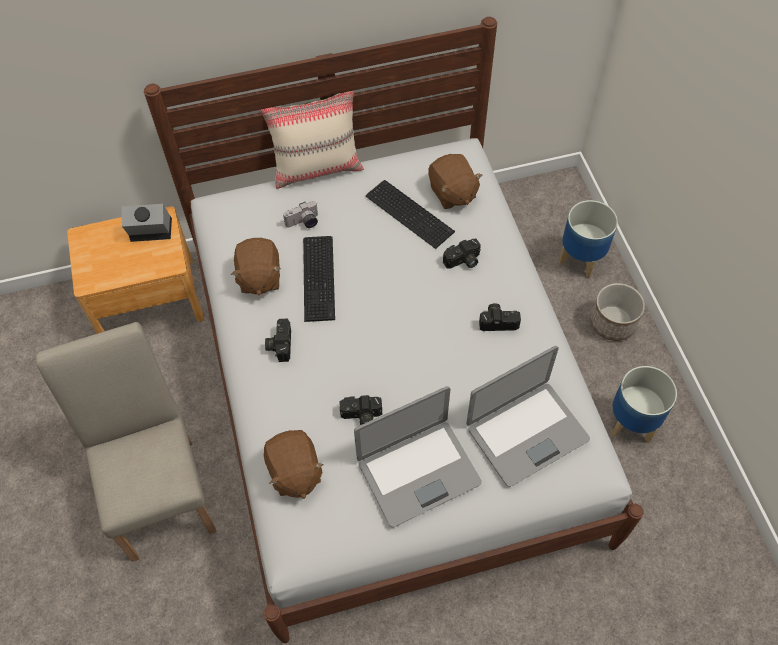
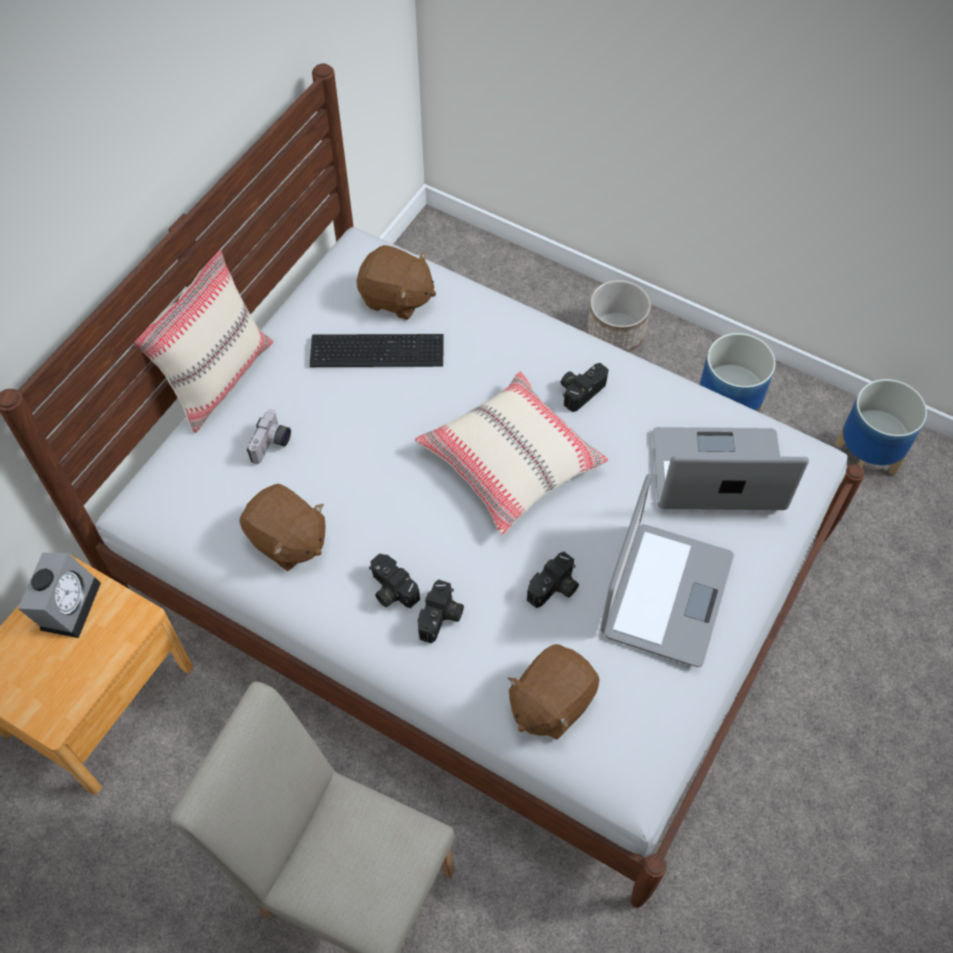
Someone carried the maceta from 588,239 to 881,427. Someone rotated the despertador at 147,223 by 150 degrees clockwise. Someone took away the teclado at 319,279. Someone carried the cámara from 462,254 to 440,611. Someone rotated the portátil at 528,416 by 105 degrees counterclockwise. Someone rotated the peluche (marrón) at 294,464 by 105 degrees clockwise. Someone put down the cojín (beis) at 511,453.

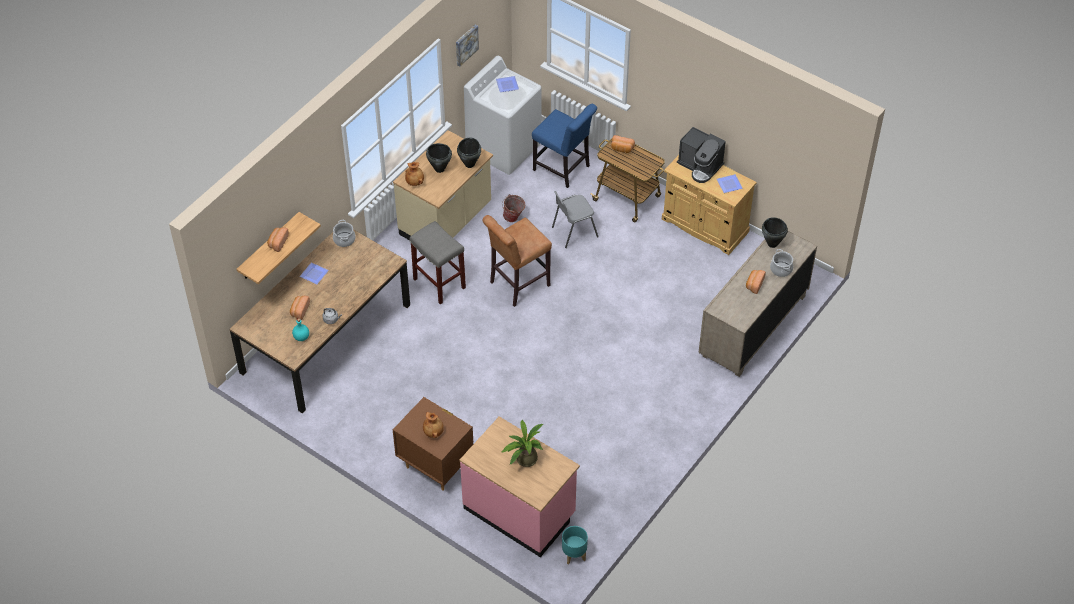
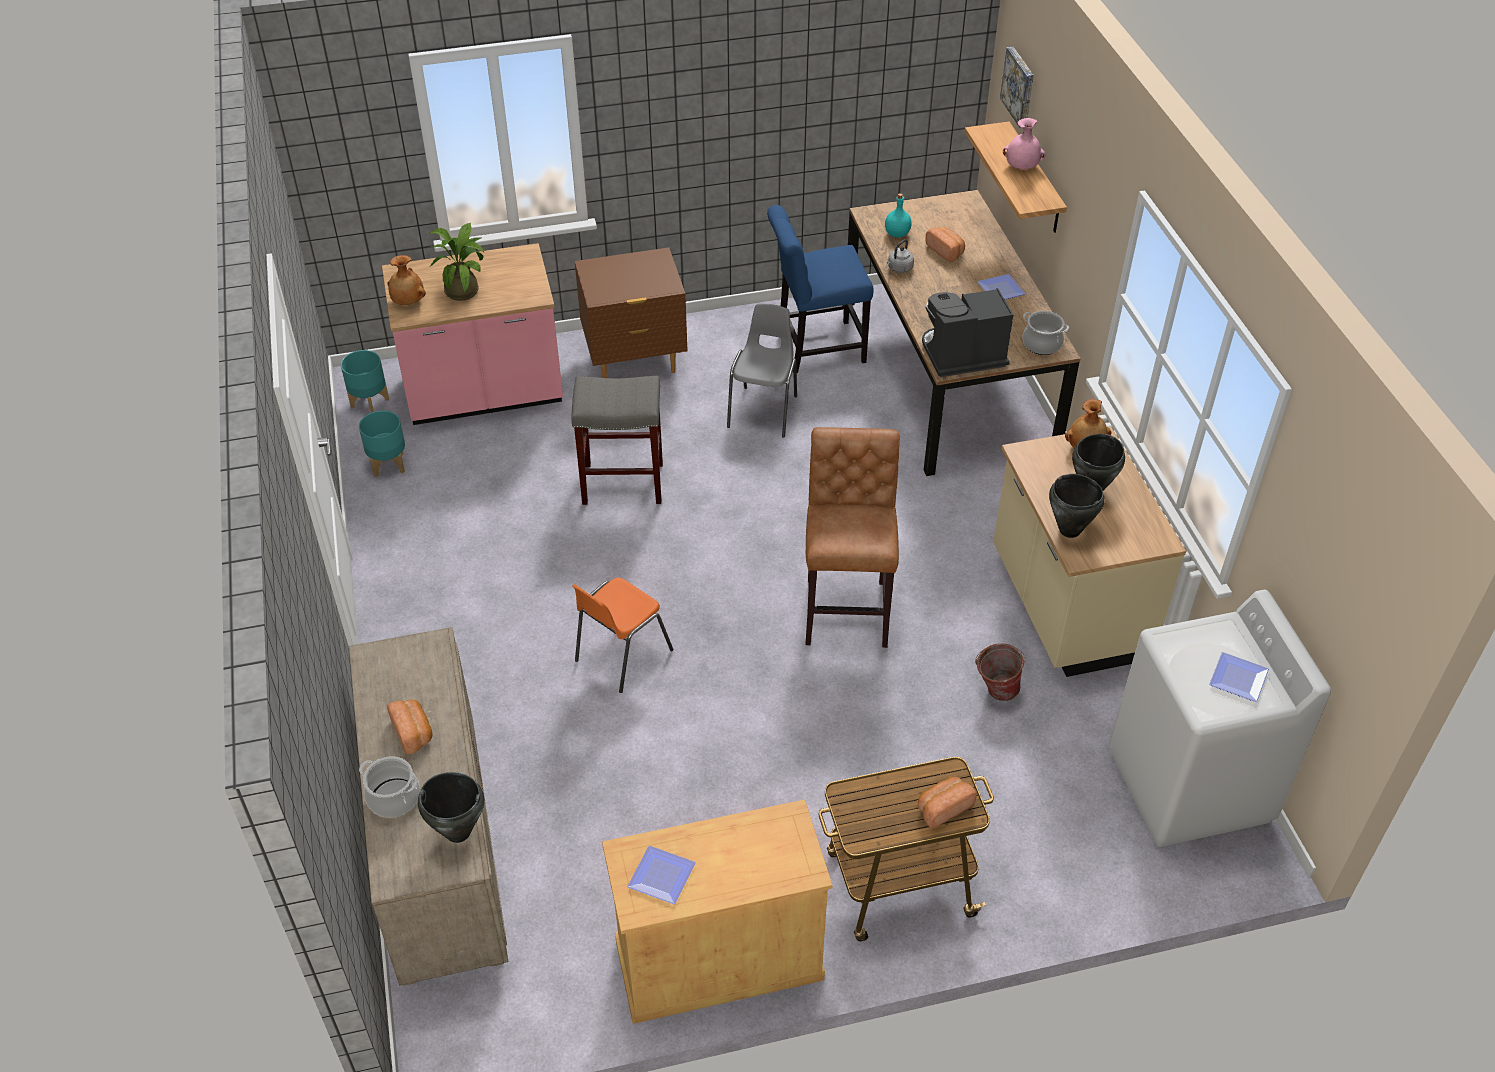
Someone carried the cuadro from 467,45 to 1017,87. Someone carried the silla (azul) from 564,146 to 820,289. Someone carried the cafetera from 701,155 to 967,332. Someone carried the silla (gris) from 575,219 to 762,371. Someone carried the taburete (gris) from 438,262 to 617,440. Someone swapped the pan at 278,239 for the florero (rosa) at 1024,143. Someone carried the florero (marrón) from 433,425 to 406,280. Someone put down the maceta (turquesa) at 382,443. Someone put down the silla (naranja) at 622,635.

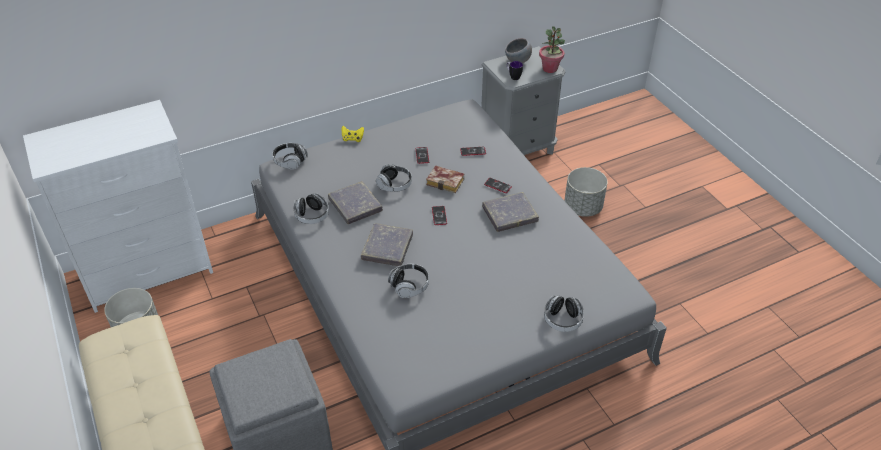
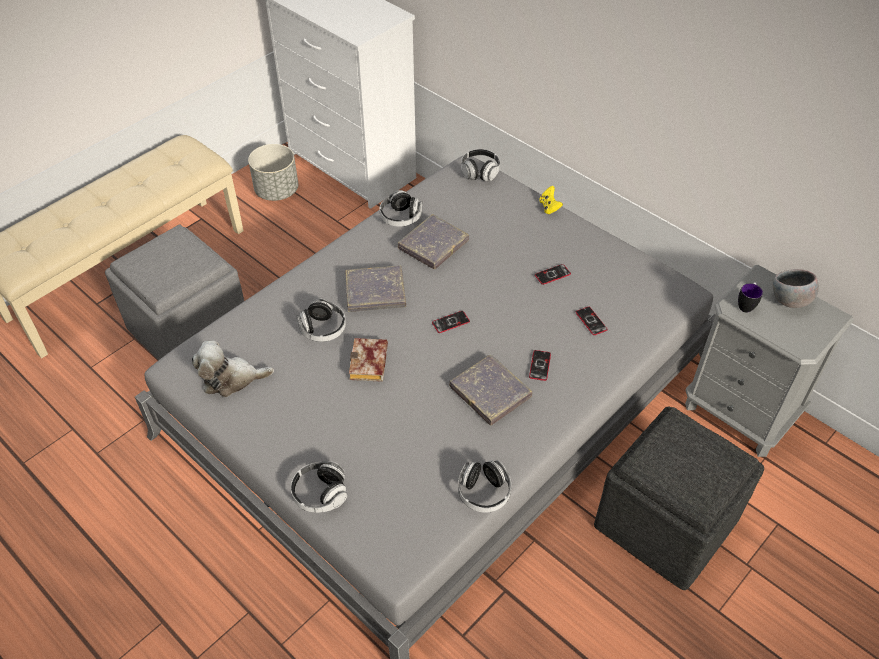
Someone took away the planta en maceta at 552,49. Someone carried the auriculares from 394,178 to 484,486. Someone carried the libro from 445,179 to 368,360. Someone swapped the maceta (gris) at 586,192 for the puf (gris) at 679,498. Someone put down the peluche at 233,368.

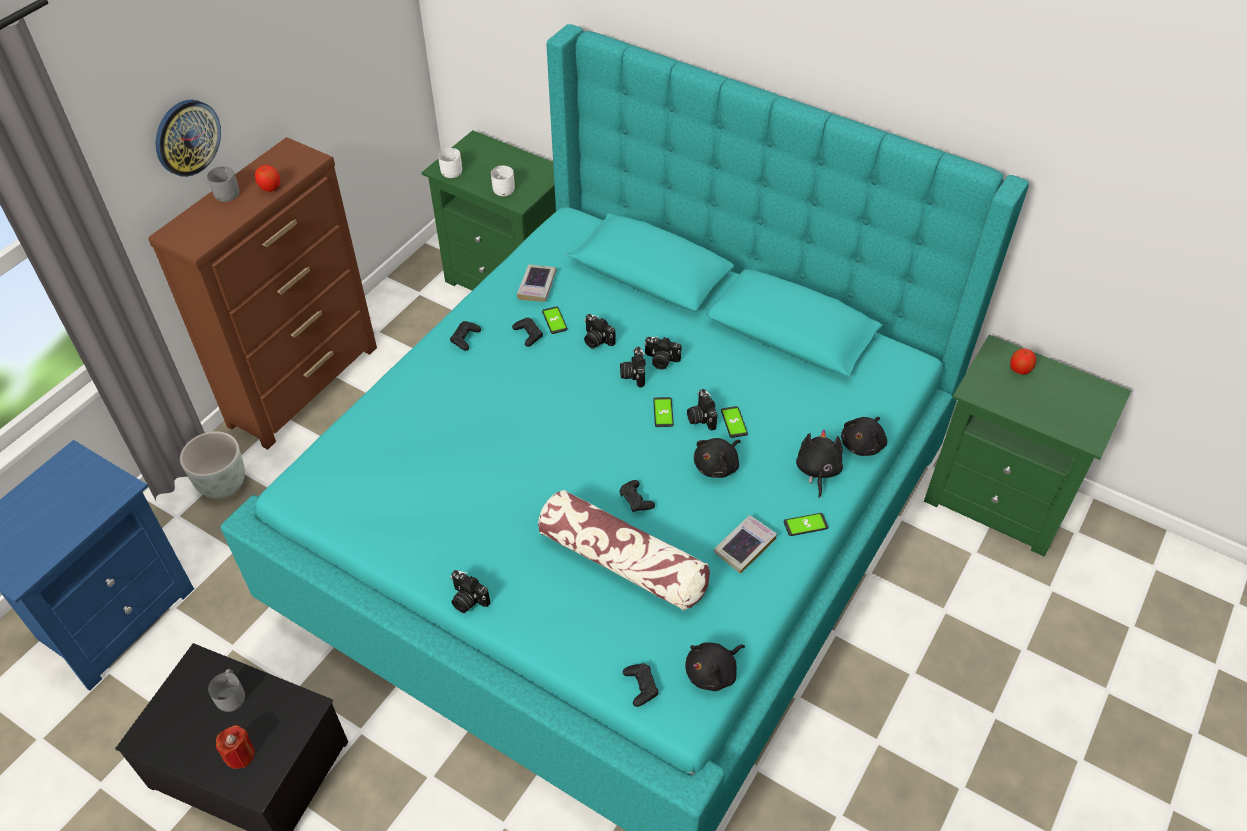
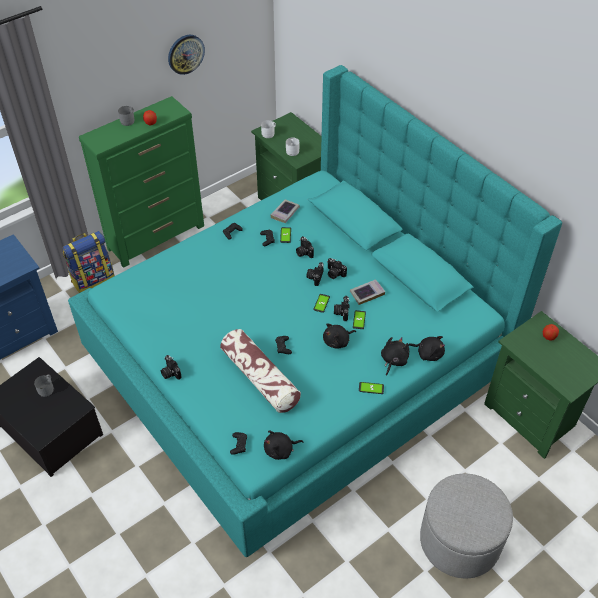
Someone carried the reloj de pared from 188,138 to 186,55. Someone repainted the cómoda (marrón) at 262,293, which became the cómoda (verde) at 141,182. Someone rotated the peluche (negro) at 864,436 by 120 degrees counterclockwise. Someone swapped the maceta (gris) at 212,464 for the mochila at 88,262. Someone carried the libro from 745,544 to 367,292. Someone took away the vela (rojo) at 235,747. Someone put down the puf (gris) at 466,526.

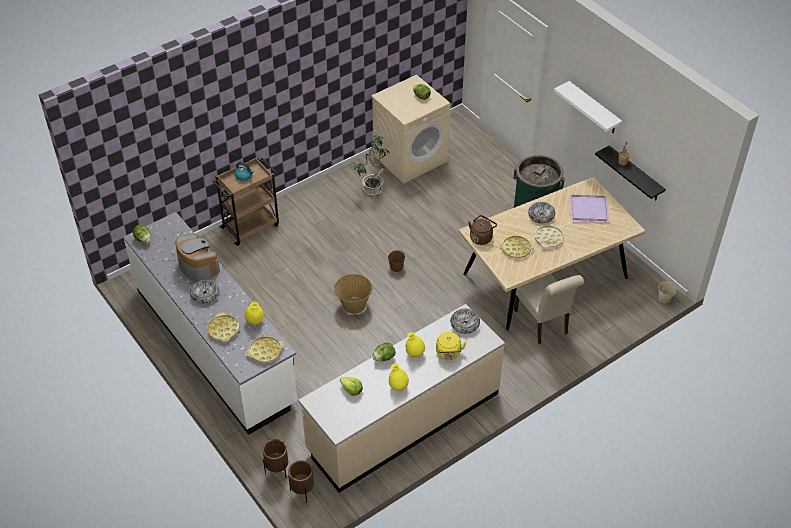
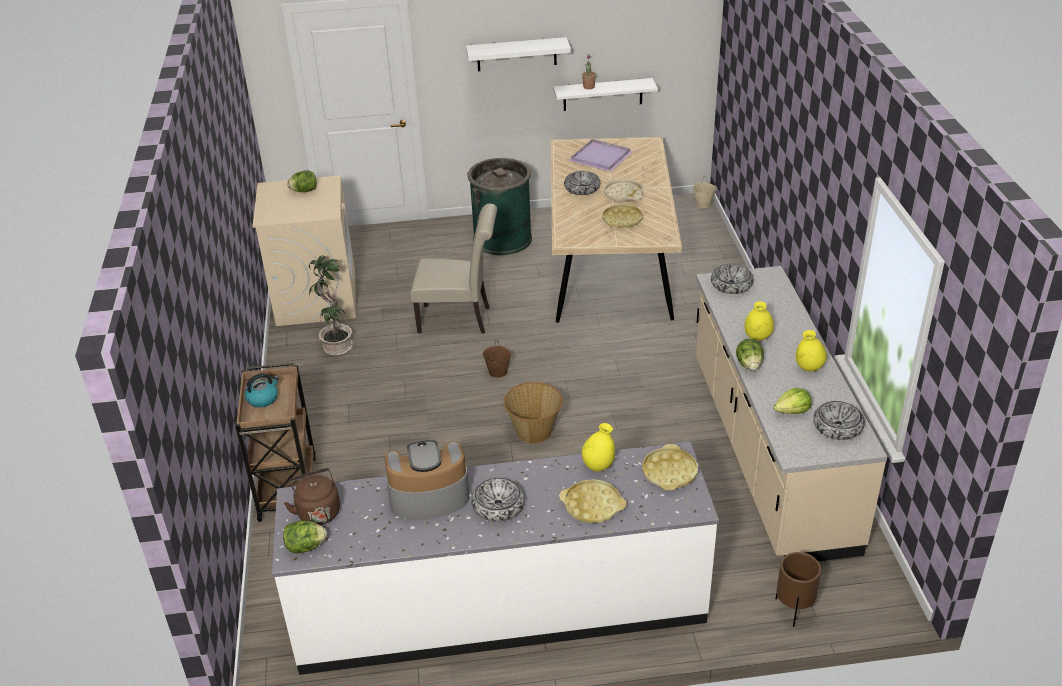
Someone repainted the estante (negro) at 630,172, which became the estante (blanco) at 605,94. Someone carried the hervidor (marrón) from 482,230 to 312,496. Someone carried the silla (beis) from 549,308 to 453,269. Someone took away the hervidor (amarillo) at 451,346. Someone took away the maceta (marrón) at 301,481. Someone put down the cuenco at 839,420.

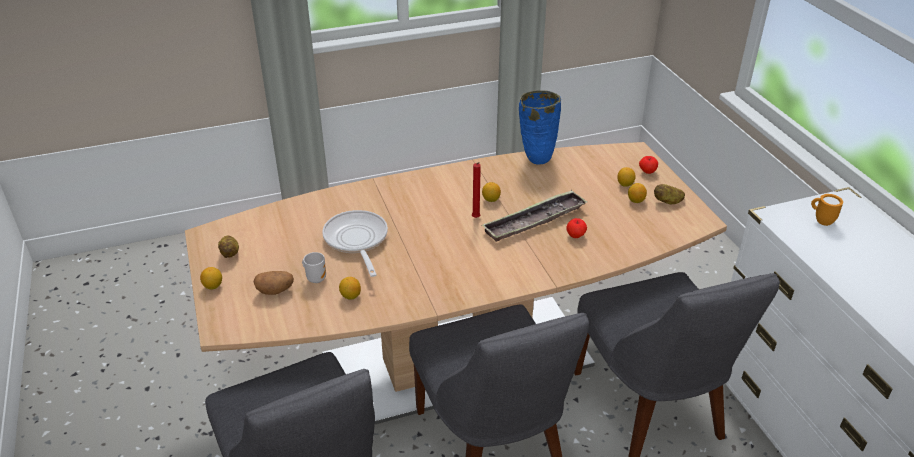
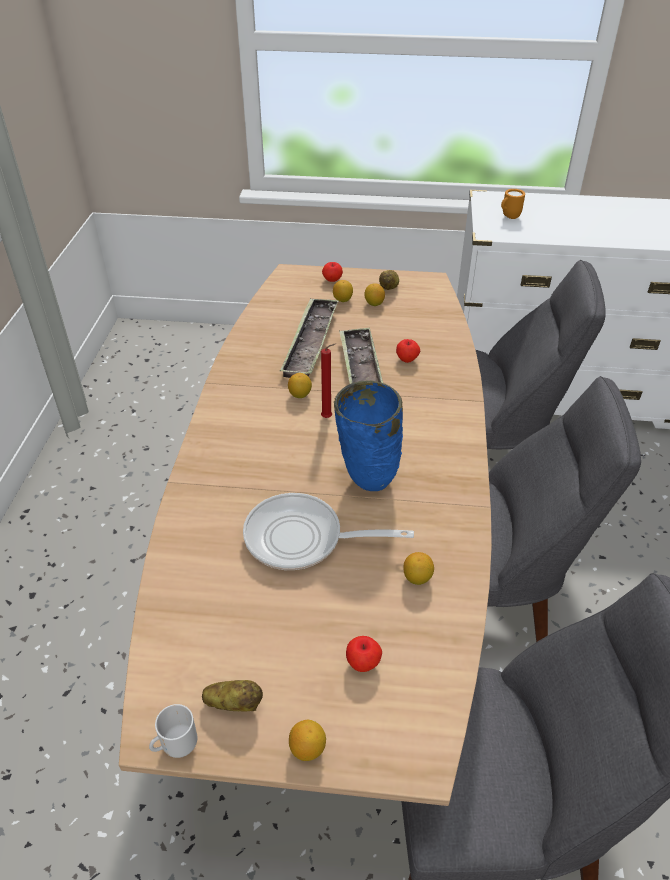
Someone carried the florero (azul) from 540,127 to 368,435. Someone carried the taza grande from 314,267 to 173,731. Someone swapped the patata at 274,283 for the manzana at 364,654. Someone put down the bandeja at 309,338.

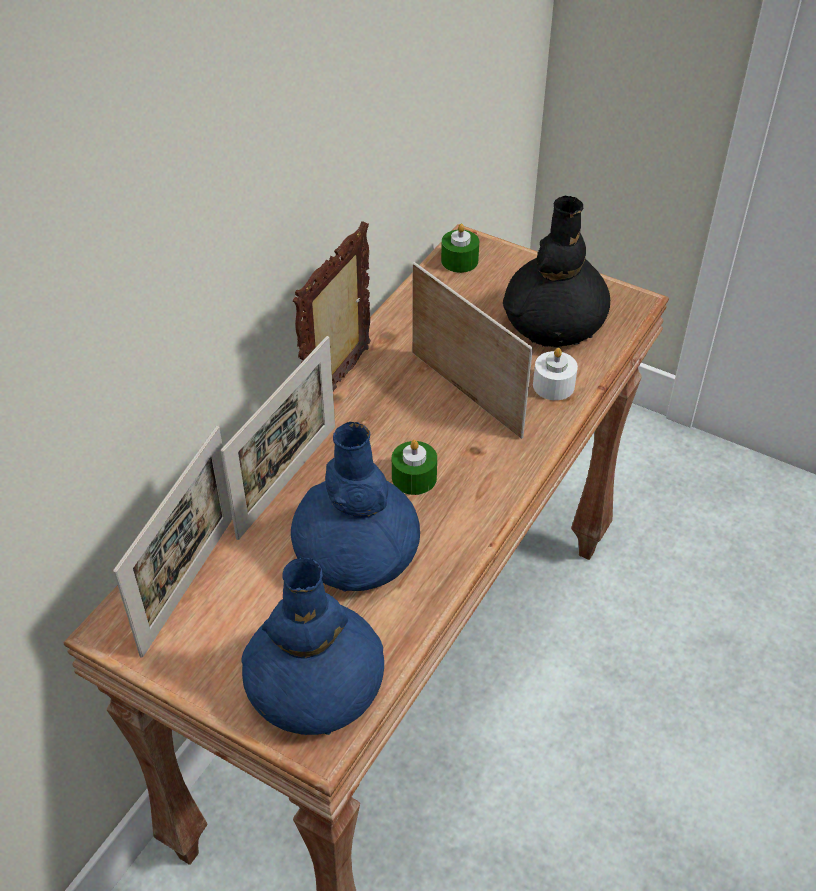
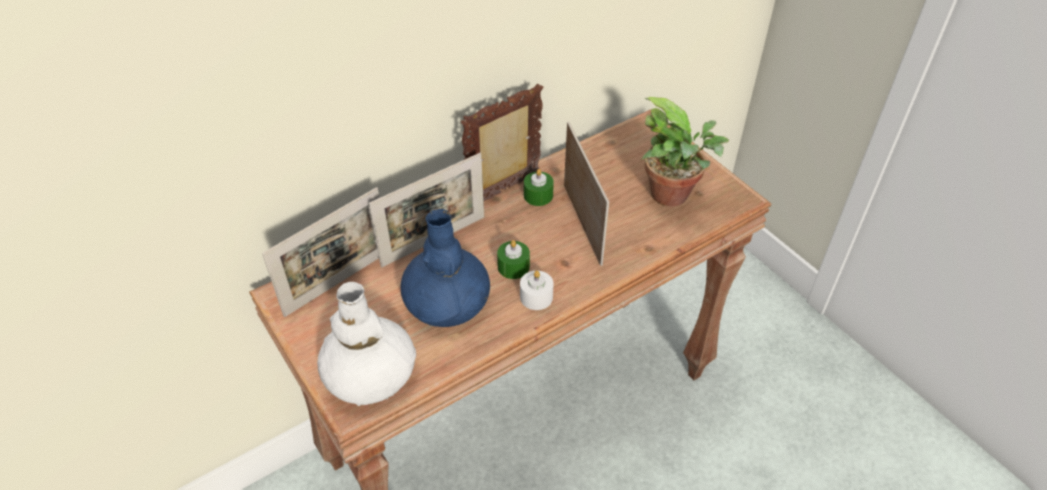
Someone swapped the florero (negro) at 556,271 for the planta en maceta at 685,151. Someone carried the vela (verde) from 460,248 to 539,187. Someone carried the vela (blanco) from 555,374 to 537,290. Someone repainted the florero (azul) at 313,646, which became the florero (blanco) at 366,344.

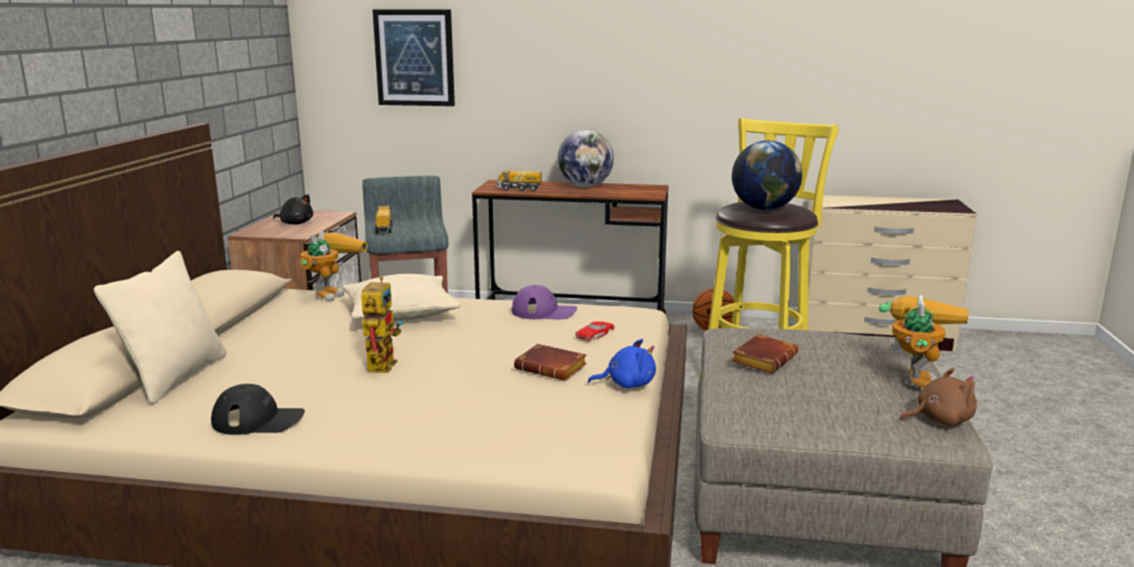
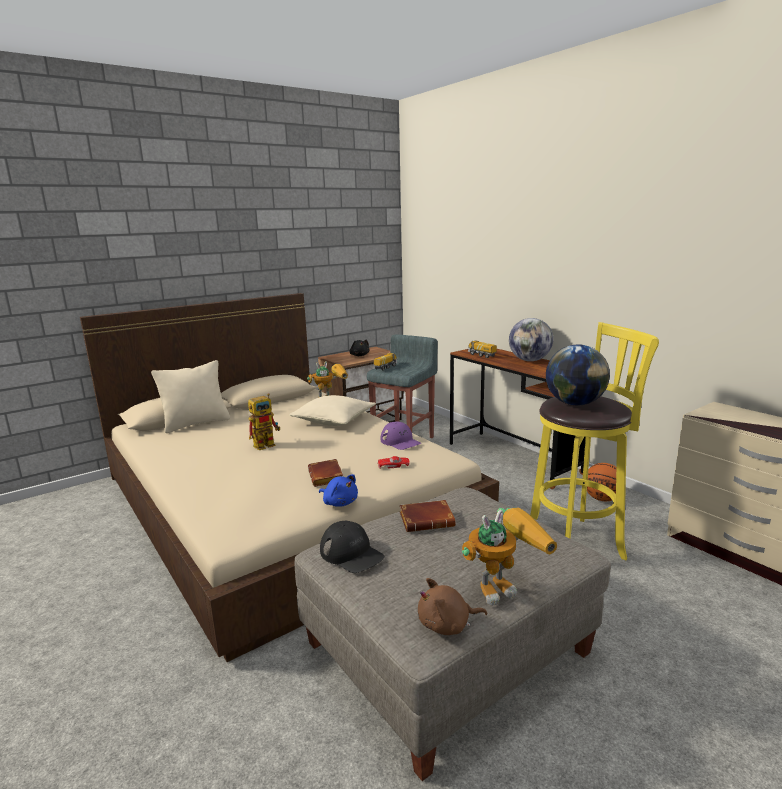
Someone took away the cuadro at 414,57. Someone rotated the peluche (marrón) at 938,397 by 135 degrees clockwise. Someone carried the gorra (negro) from 258,409 to 352,546.

